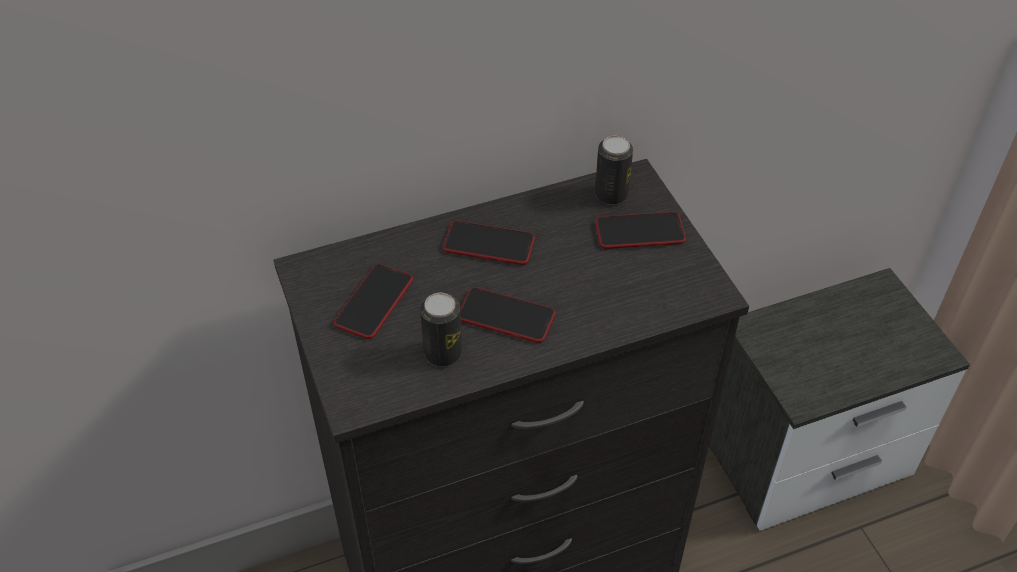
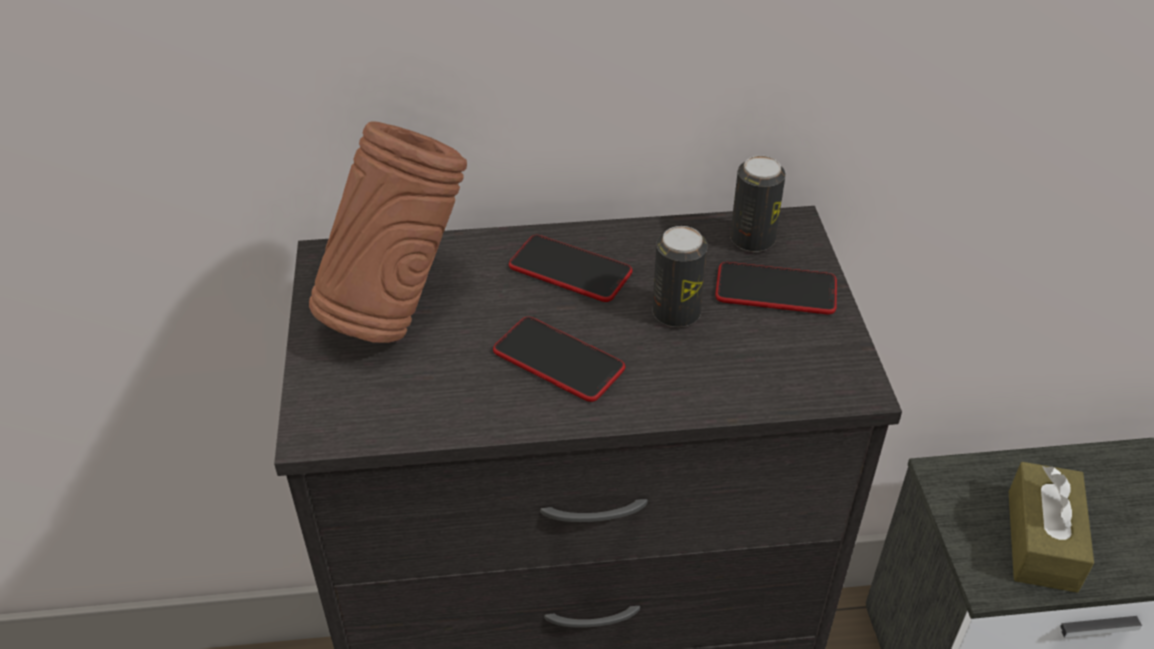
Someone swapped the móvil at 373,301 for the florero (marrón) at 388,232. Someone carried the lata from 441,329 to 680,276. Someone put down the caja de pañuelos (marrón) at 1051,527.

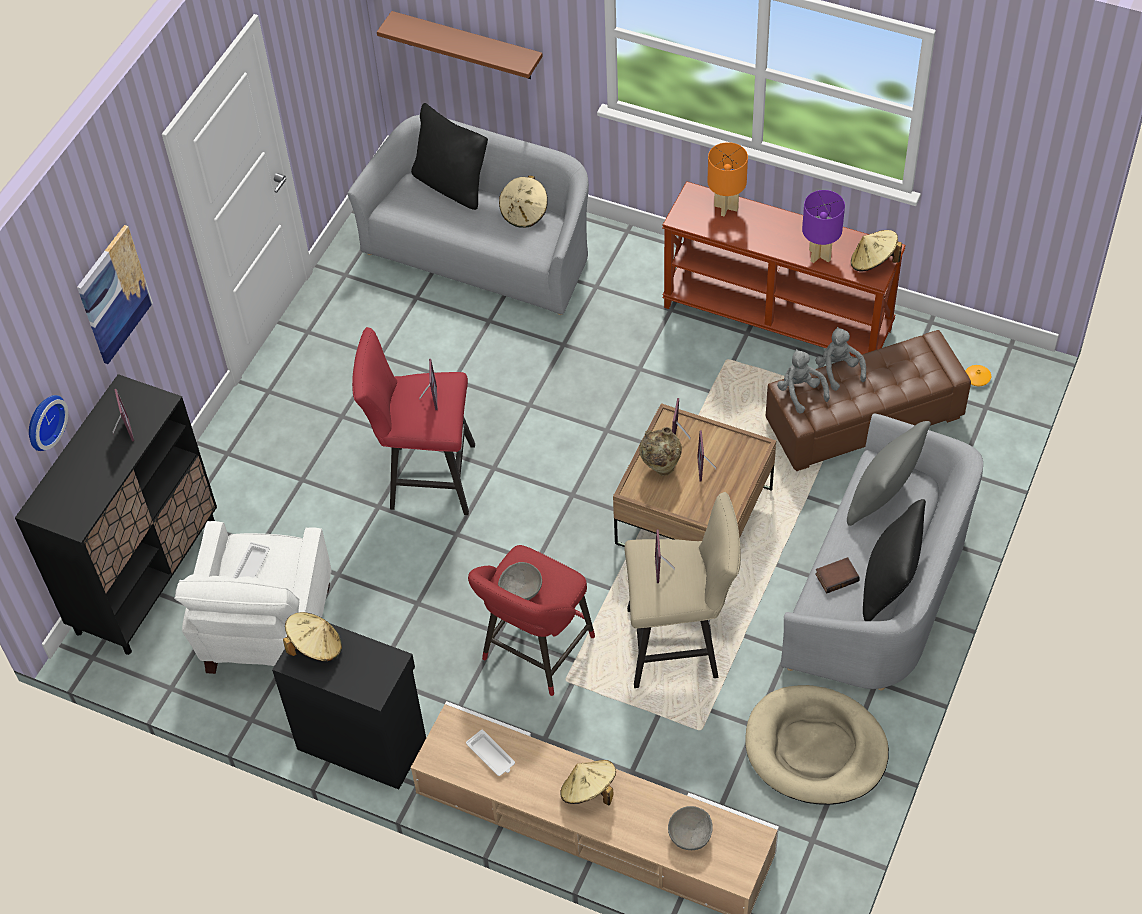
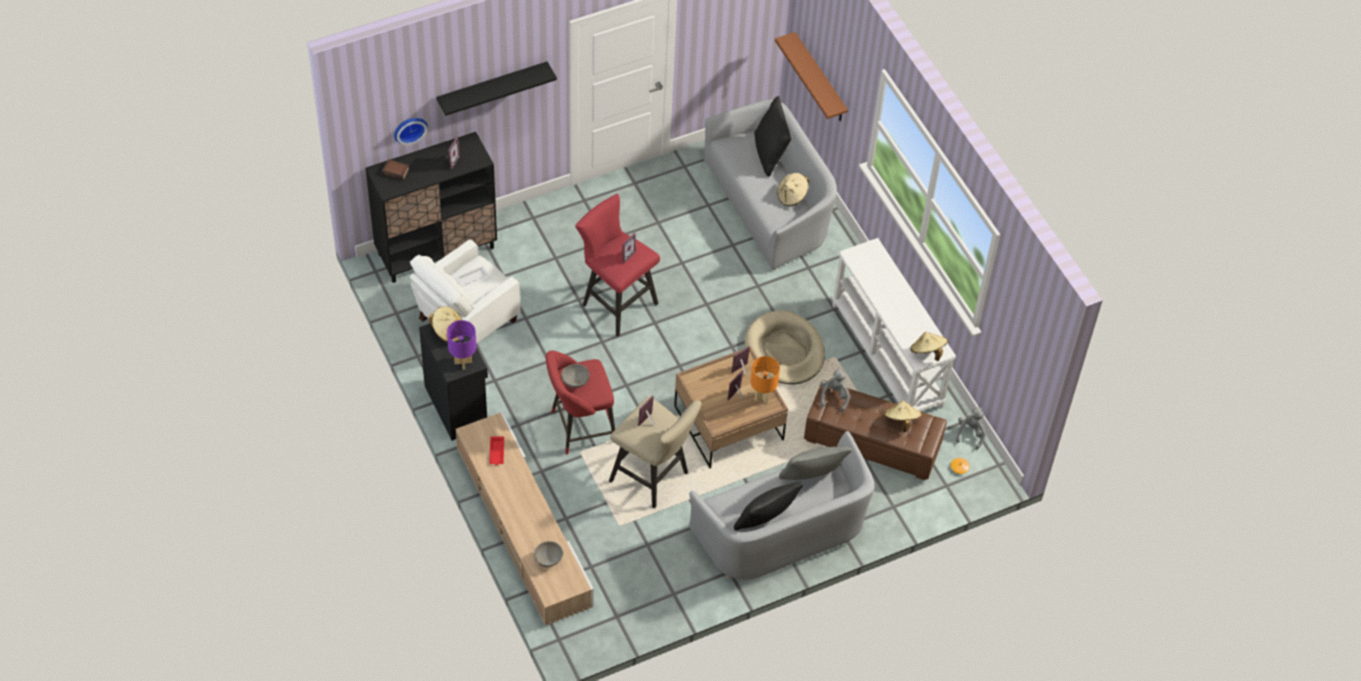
Someone carried the lámpara de mesa (naranja) from 727,179 to 765,380. Someone repainted the mesa consola (marrón) at 784,269, which became the mesa consola (blanco) at 894,324. Someone carried the lámpara de mesa (morado) from 823,226 to 461,345. Someone swapped the cuadro at 115,294 for the estante (negro) at 496,89. Someone carried the peluche (gris) from 840,359 to 971,428. Someone took away the florero (beis) at 660,451. Someone carried the libro from 837,575 to 395,169. Someone carried the cama para perro (beis) from 817,745 to 785,347. Someone repainted the bandeja (blanco) at 490,752, which became the bandeja (rojo) at 496,451. Someone carried the sombrero (beis) from 588,783 to 903,416.

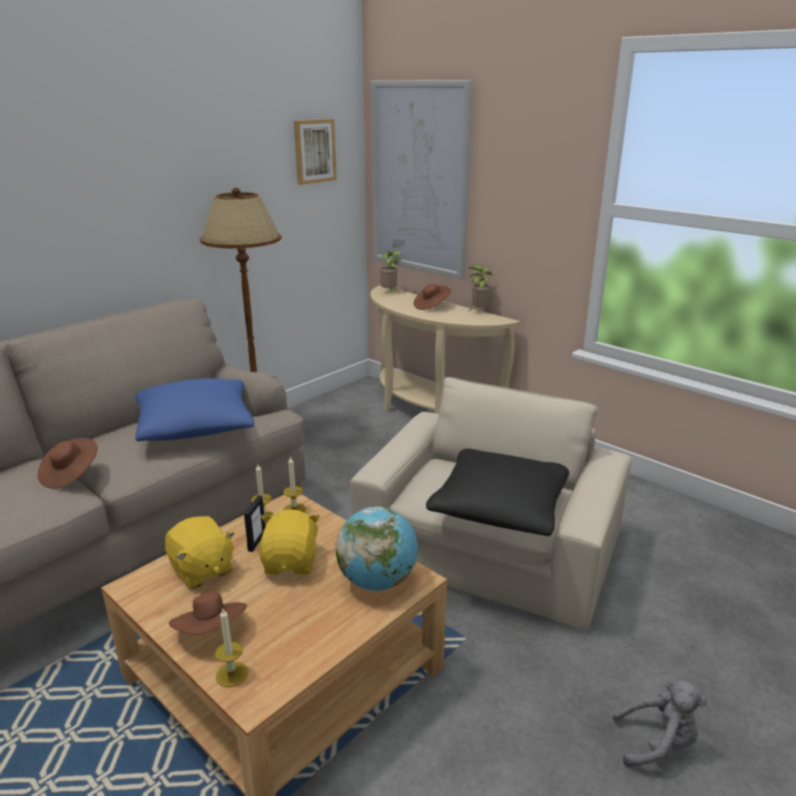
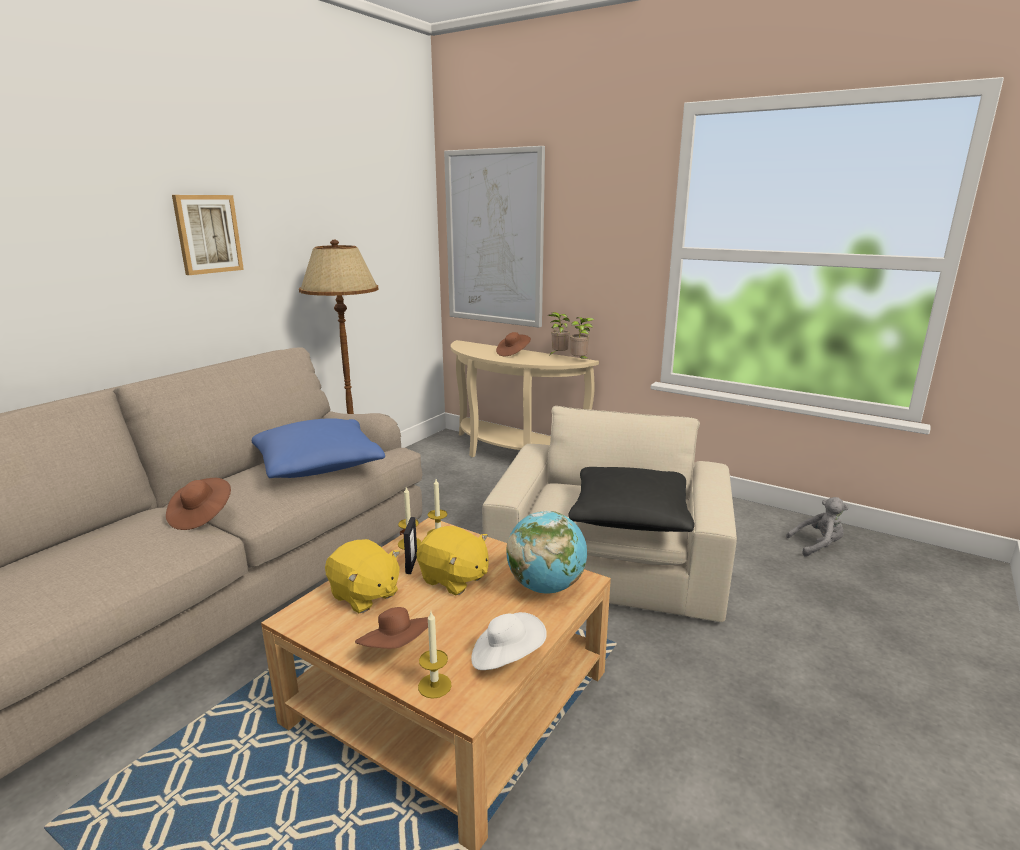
Someone carried the cuadro from 315,152 to 208,235. Someone carried the planta en maceta from 390,271 to 582,339. Someone rotated the peluche (amarillo) at 289,541 by 135 degrees clockwise. Someone carried the peluche (gris) from 659,724 to 817,527. Someone put down the sombrero (blanco) at 509,641.

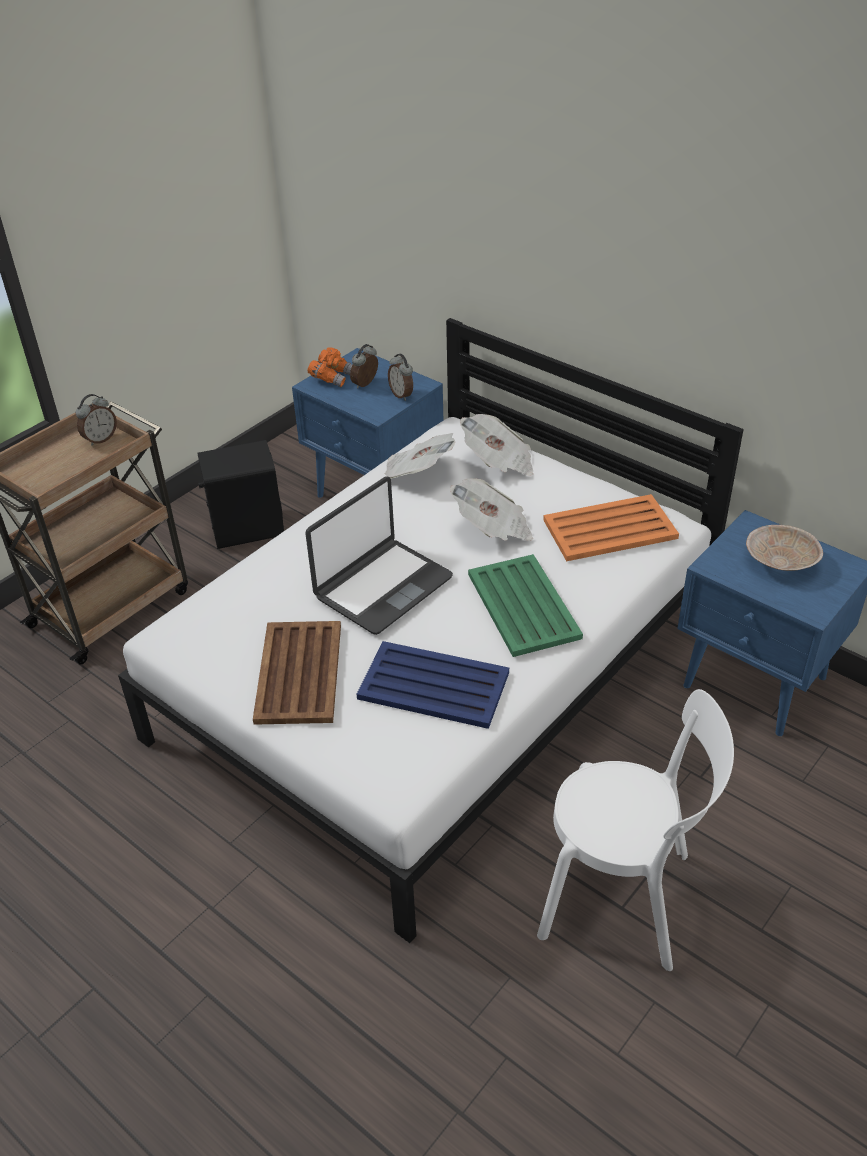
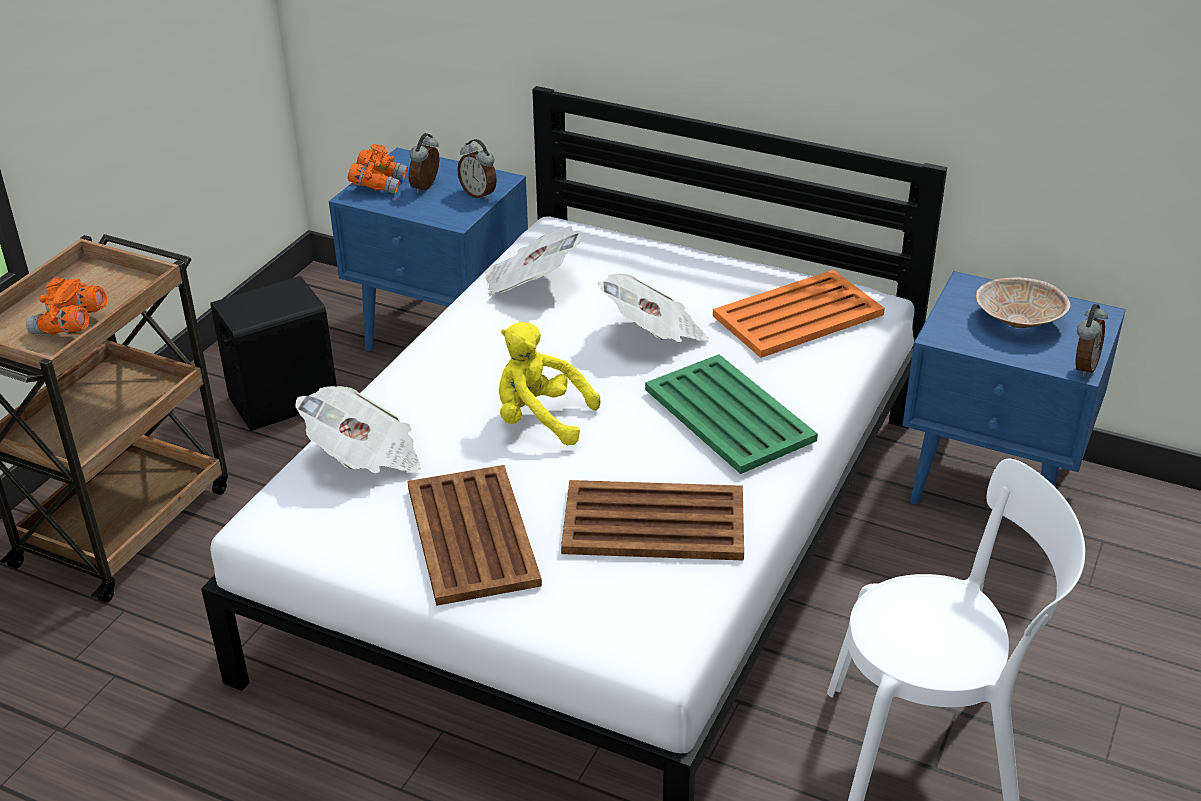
Someone carried the despertador from 96,420 to 1091,340. Someone carried the periódico from 496,445 to 358,429. Someone swapped the portátil at 379,556 for the peluche (amarillo) at 549,383. Someone repainted the bandeja (azul) at 433,685, which became the bandeja (marrón) at 652,520. Someone put down the prismáticos (naranja) at 66,306.

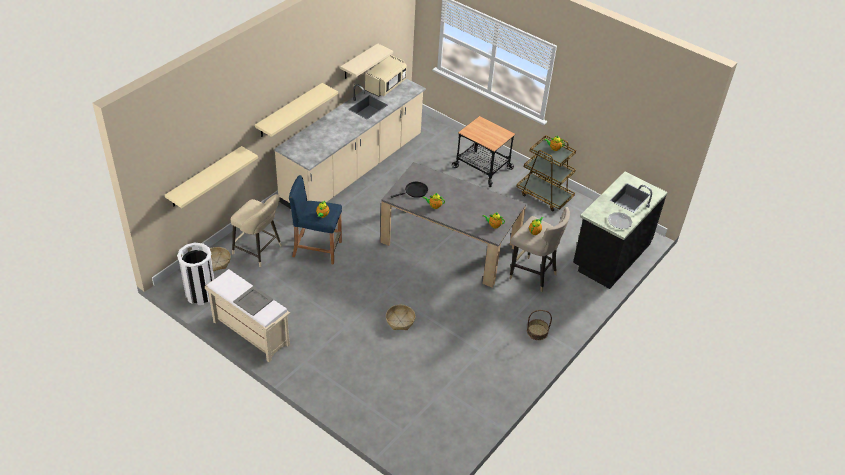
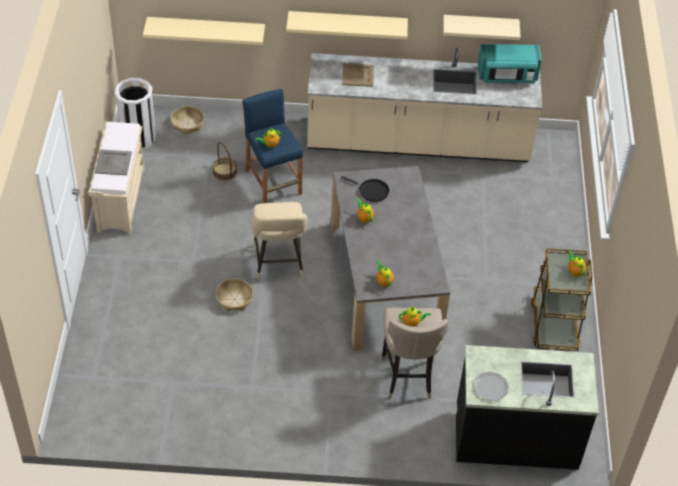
Someone repainted the microondas (beis) at 386,76, which became the microondas (turquesa) at 510,63. Someone took away the carrito at 483,151. Someone carried the taburete (beis) from 256,230 to 279,240. Someone carried the cesta from 539,325 to 225,161. Someone put down the bandeja (beis) at 358,75.

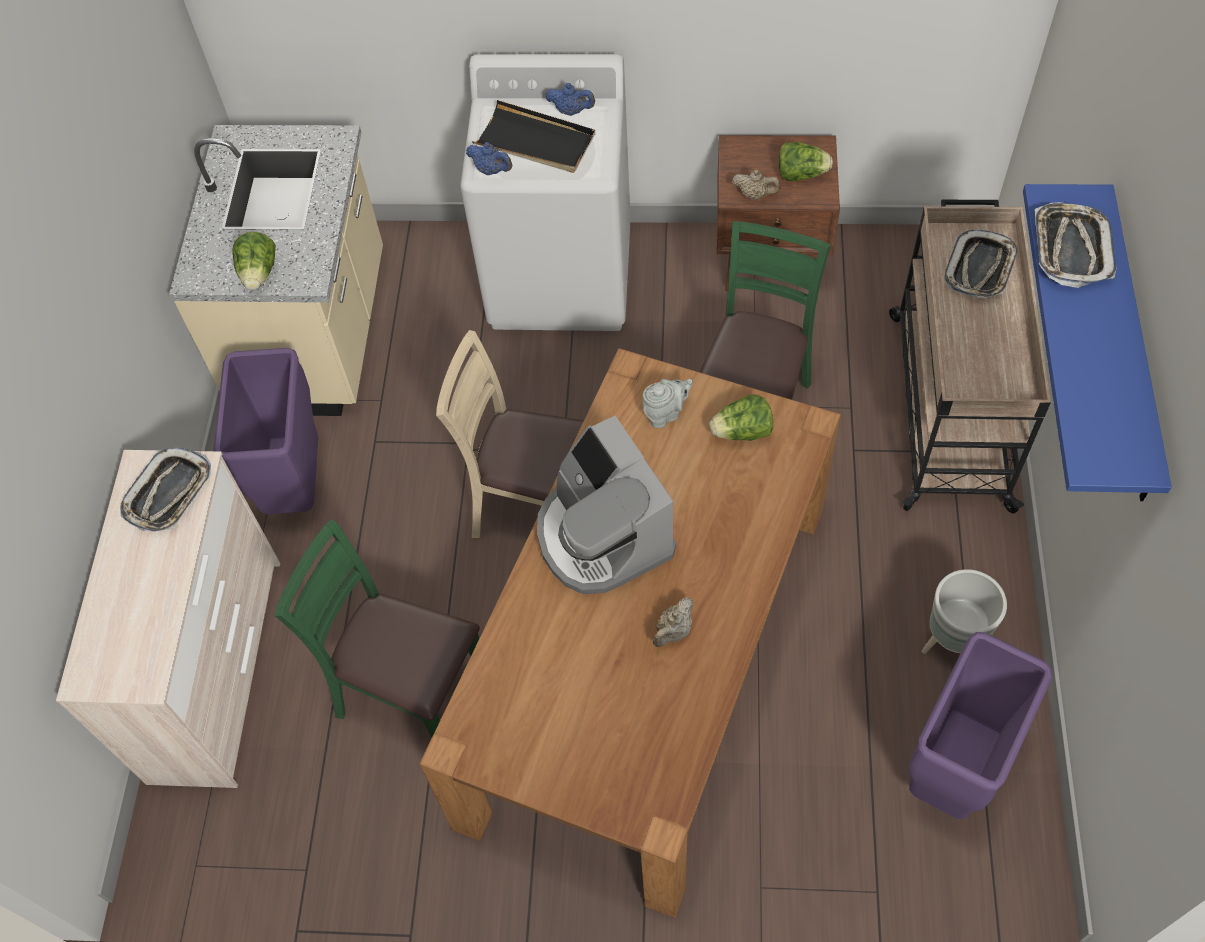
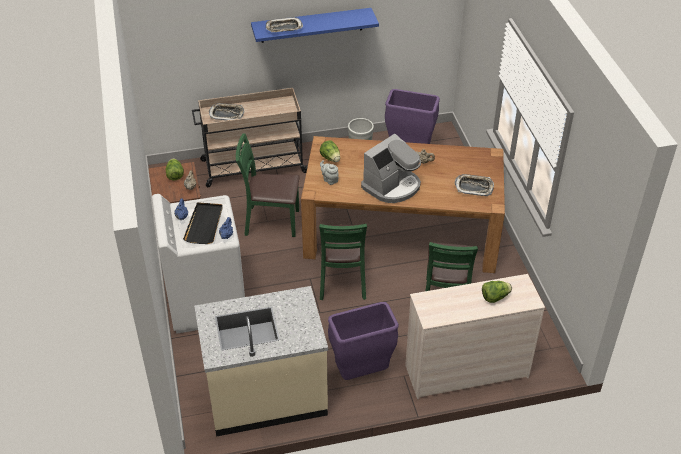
Someone carried the lechuga from 254,261 to 497,292. Someone repainted the silla (beis) at 510,434, which became the silla (verde) at 343,262. Someone carried the bandeja from 165,490 to 474,185.

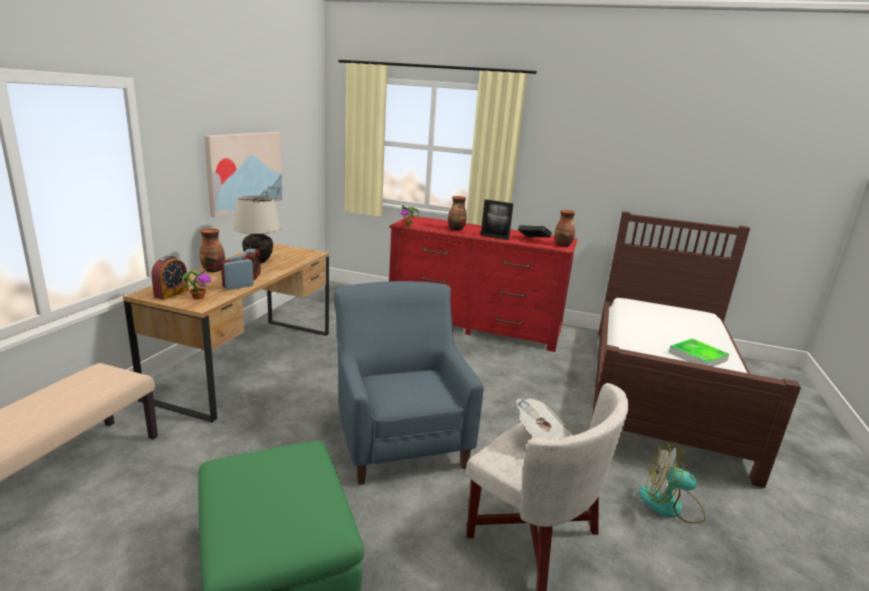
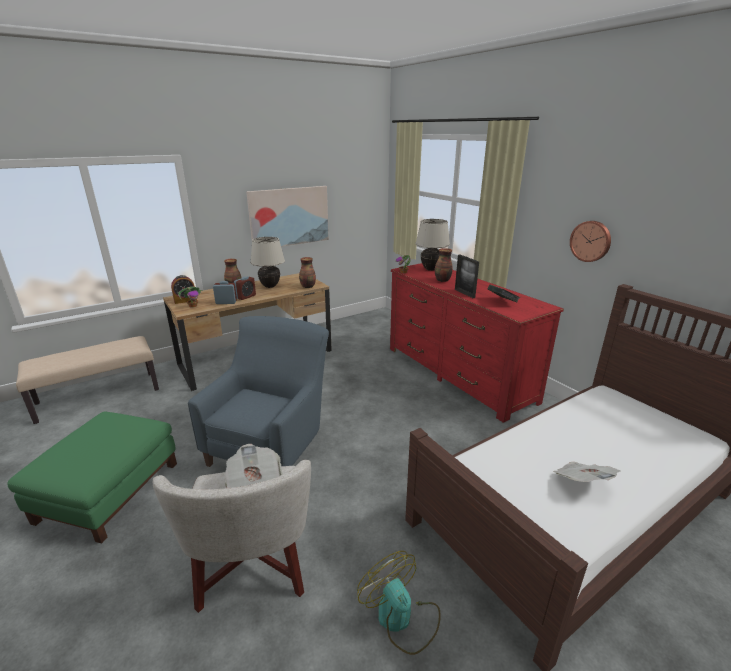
Someone carried the florero from 565,228 to 307,272. Someone swapped the bandeja at 699,352 for the periódico at 587,472. Someone put down the lámpara de mesa (beis) at 432,245. Someone put up the reloj de pared at 590,241.

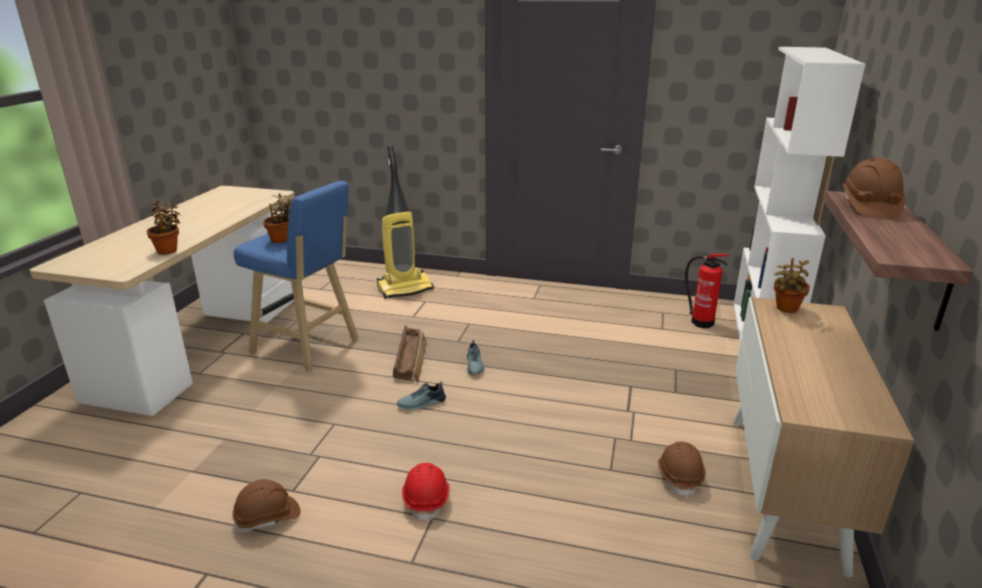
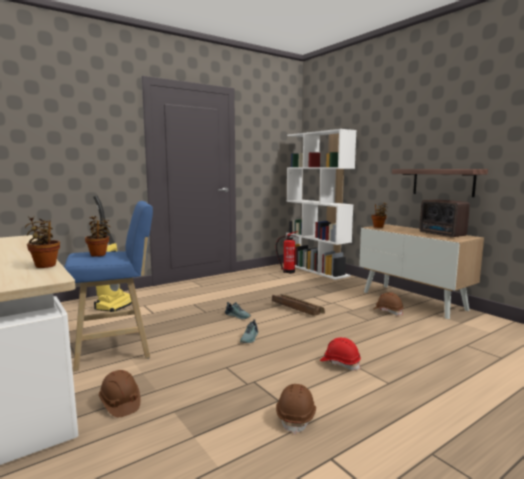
Someone carried the casco (marrón) from 873,188 to 120,393. Someone carried the caja de embalaje from 410,354 to 298,305. Someone put down the radio at 445,218.

